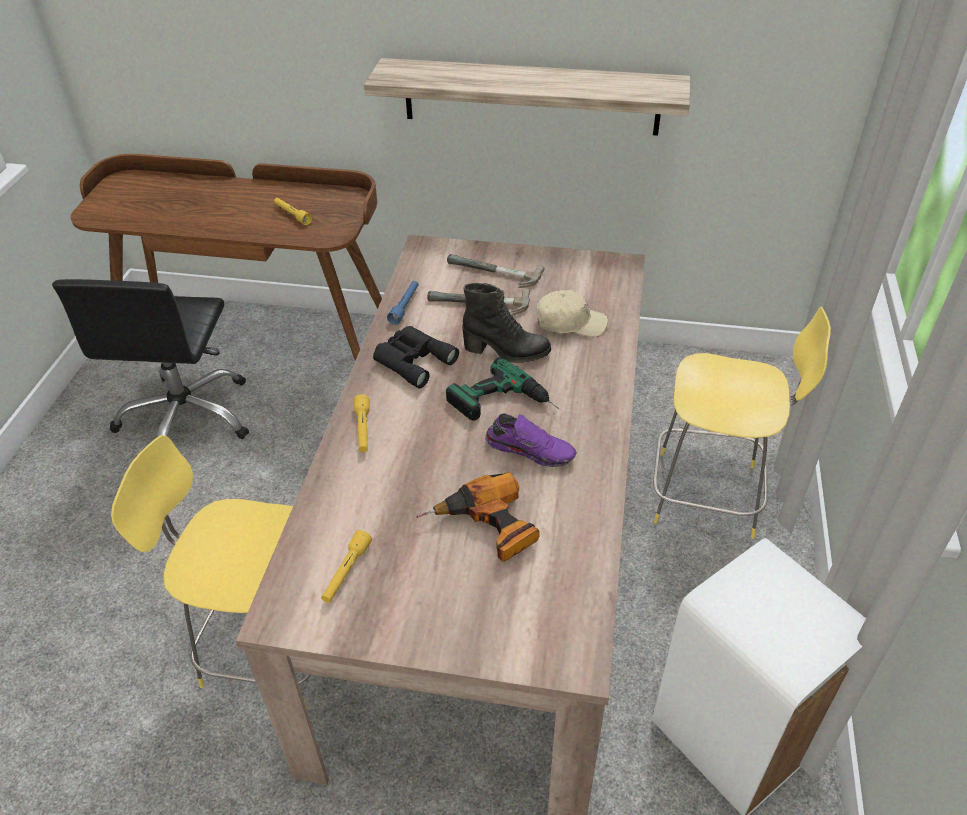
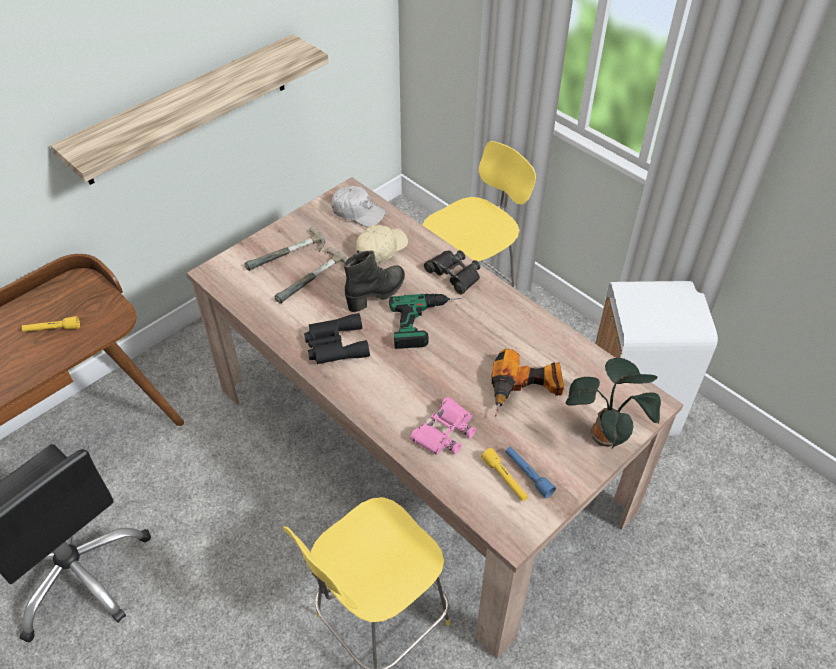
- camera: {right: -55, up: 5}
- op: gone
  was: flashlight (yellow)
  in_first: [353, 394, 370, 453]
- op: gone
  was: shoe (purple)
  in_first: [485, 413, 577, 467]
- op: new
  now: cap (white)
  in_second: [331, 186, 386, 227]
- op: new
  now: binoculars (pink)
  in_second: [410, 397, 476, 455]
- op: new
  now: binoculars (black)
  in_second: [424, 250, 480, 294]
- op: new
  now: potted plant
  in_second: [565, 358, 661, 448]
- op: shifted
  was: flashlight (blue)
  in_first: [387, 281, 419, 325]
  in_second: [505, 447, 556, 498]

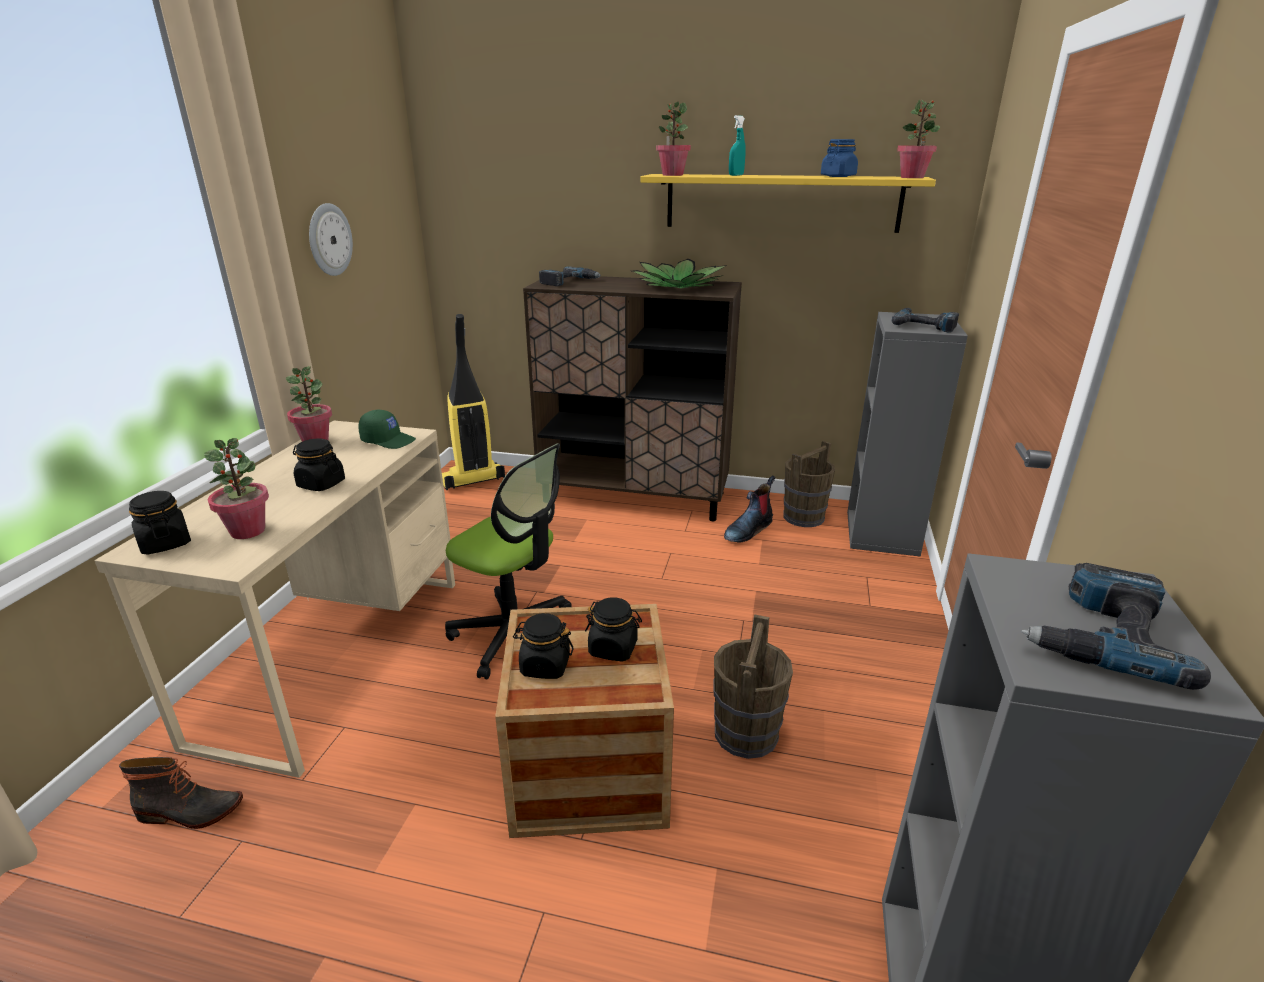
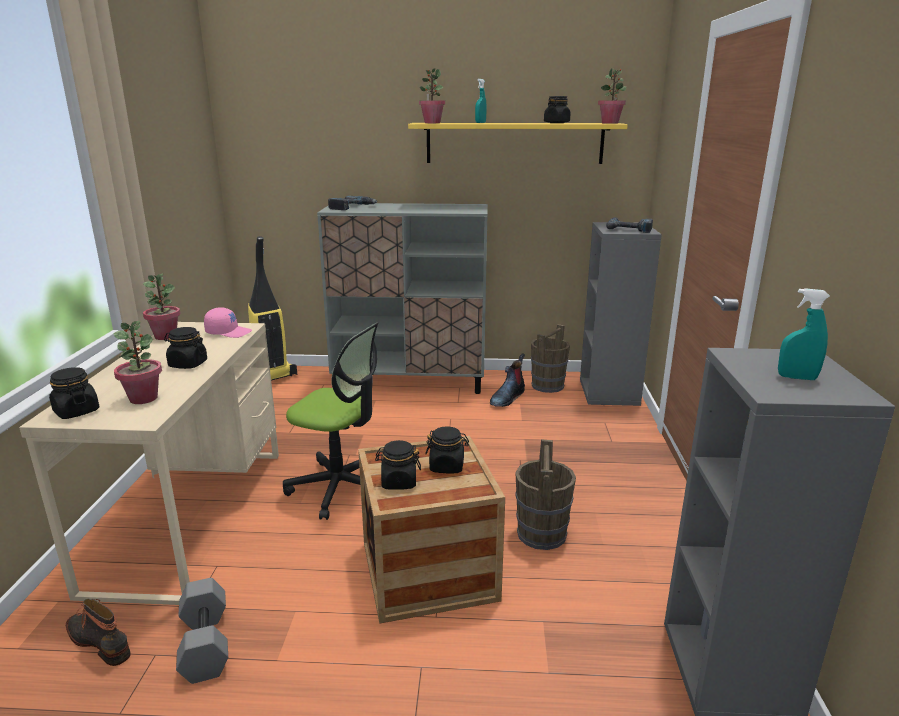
- camera: {right: -10, up: -5}
- op: gone
  was: wall clock
  in_first: [309, 203, 353, 276]
- op: gone
  was: potted plant
  in_first: [632, 259, 727, 288]
- op: new
  now: dumbbell (grey)
  in_second: [176, 578, 228, 684]
- op: swapped
  was: power drill
  now: spray bottle (turquoise)
  in_first: [1021, 563, 1211, 690]
  in_second: [778, 288, 830, 380]
- op: repainted
  was: cap (green)
  now: cap (pink)
  in_first: [358, 410, 416, 449]
  in_second: [204, 307, 252, 338]
- op: repainted
  was: cabinet (brown)
  now: cabinet (grey)
  in_first: [523, 276, 742, 521]
  in_second: [317, 203, 488, 394]
- op: repainted
  was: jar (blue)
  now: jar (black)
  in_first: [821, 139, 858, 177]
  in_second: [544, 96, 571, 123]
- op: rotated
  was: boot
  in_first: [119, 757, 243, 829]
  in_second: [66, 599, 131, 666]
  clockwise: -135

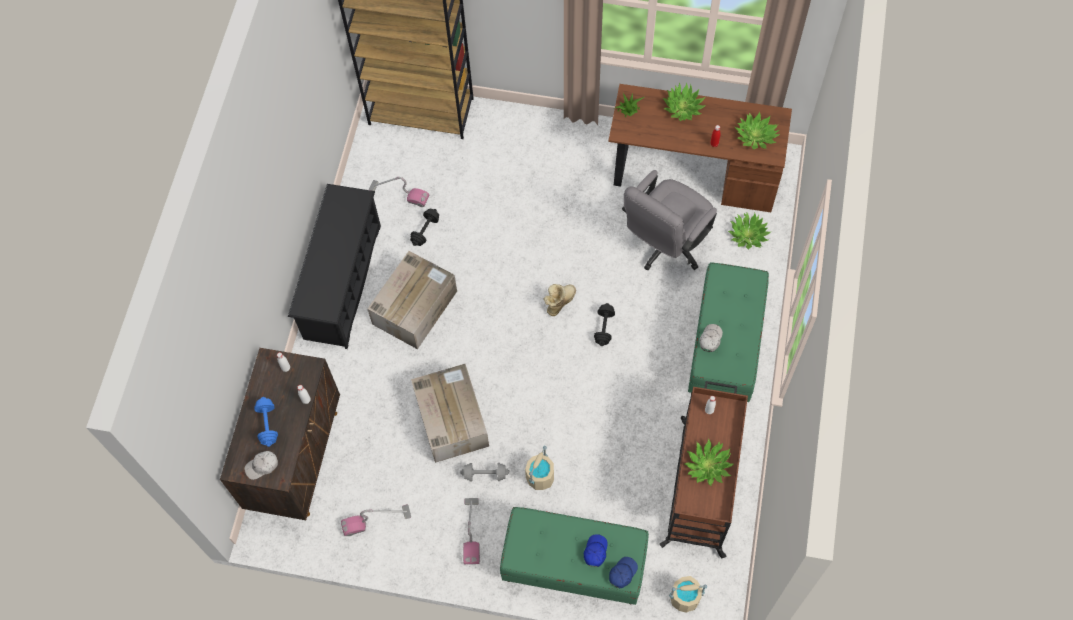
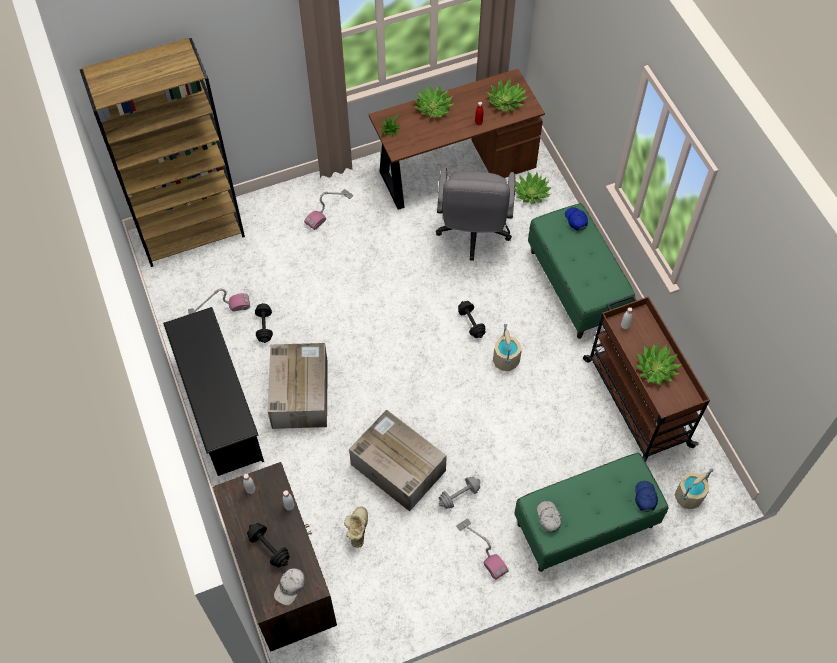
- camera: {right: -35, up: -5}
- op: shifted
  was: vacuum cleaner
  in_first: [341, 504, 411, 536]
  in_second: [304, 189, 353, 230]
- op: shifted
  was: bucket (beige)
  in_first: [525, 446, 554, 490]
  in_second: [493, 324, 522, 371]
- op: shifted
  was: boot
  in_first: [544, 284, 576, 316]
  in_second: [344, 506, 368, 548]
- op: shifted
  was: cap (blue)
  in_first: [584, 534, 608, 567]
  in_second: [565, 207, 588, 231]
- op: shifted
  was: cap (white)
  in_first: [699, 324, 723, 352]
  in_second: [537, 501, 562, 533]
- op: repainted
  was: dumbbell (blue)
  now: dumbbell (black)
  in_first: [254, 397, 278, 447]
  in_second: [247, 523, 290, 567]

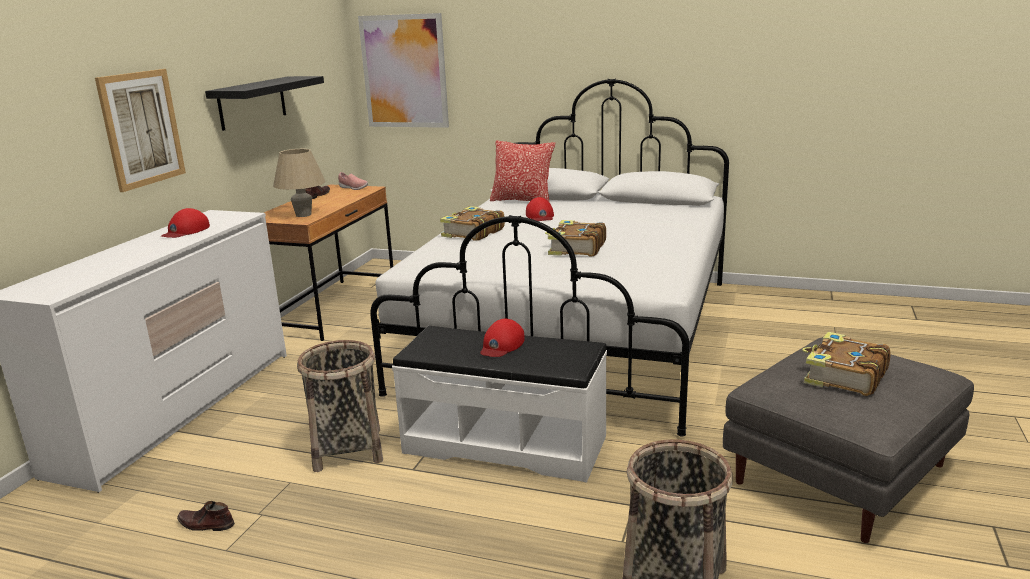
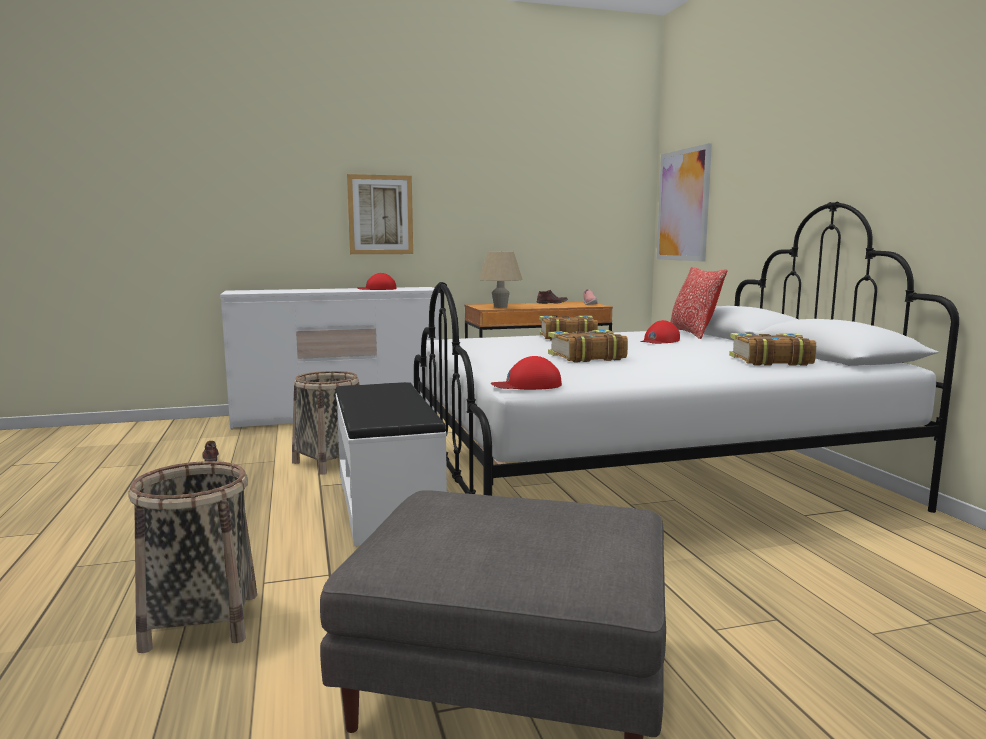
- camera: {right: 55, up: -10}
- op: gone
  was: shelf (black)
  in_first: [205, 76, 324, 131]
- op: shifted
  was: cap (red)
  in_first: [480, 319, 525, 357]
  in_second: [491, 356, 562, 390]
- op: shifted
  was: book
  in_first: [802, 332, 891, 396]
  in_second: [729, 333, 816, 366]

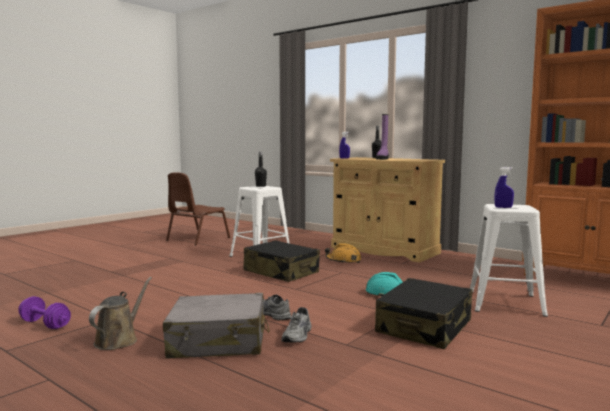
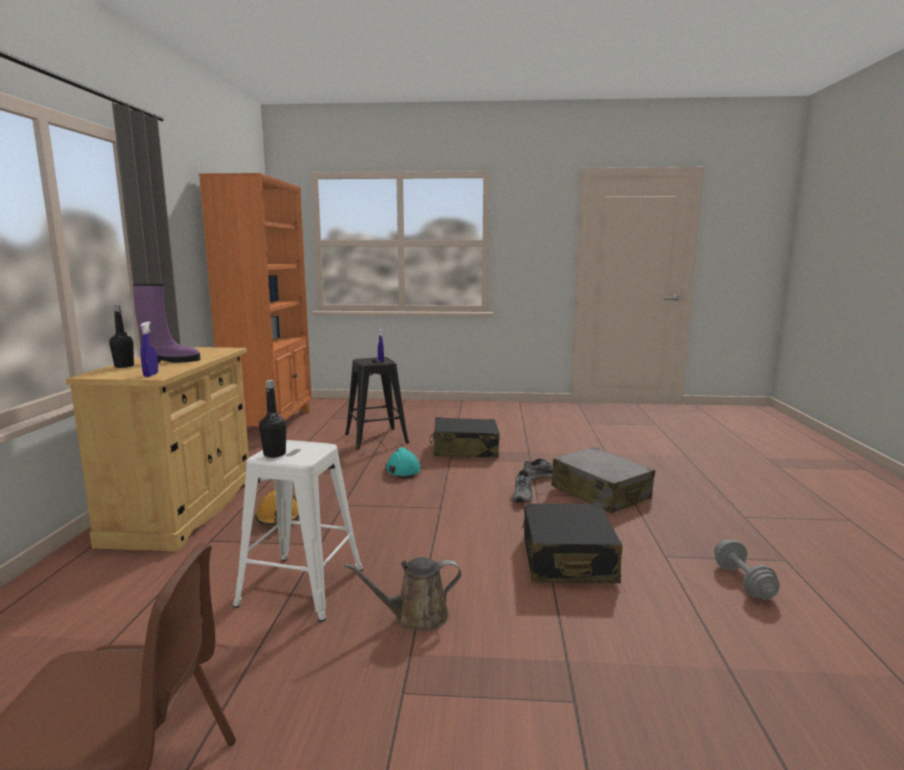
- camera: {right: -125, up: 5}
- op: shifted
  was: watering can (brown)
  in_first: [89, 277, 152, 350]
  in_second: [344, 557, 461, 631]
- op: shifted
  was: suitcase (black)
  in_first: [244, 240, 320, 282]
  in_second: [522, 503, 623, 583]
- op: repainted
  was: dumbbell (purple)
  now: dumbbell (grey)
  in_first: [18, 297, 71, 329]
  in_second: [714, 539, 780, 600]
- op: repainted
  was: stool (white)
  now: stool (black)
  in_first: [470, 204, 548, 317]
  in_second: [345, 357, 409, 450]

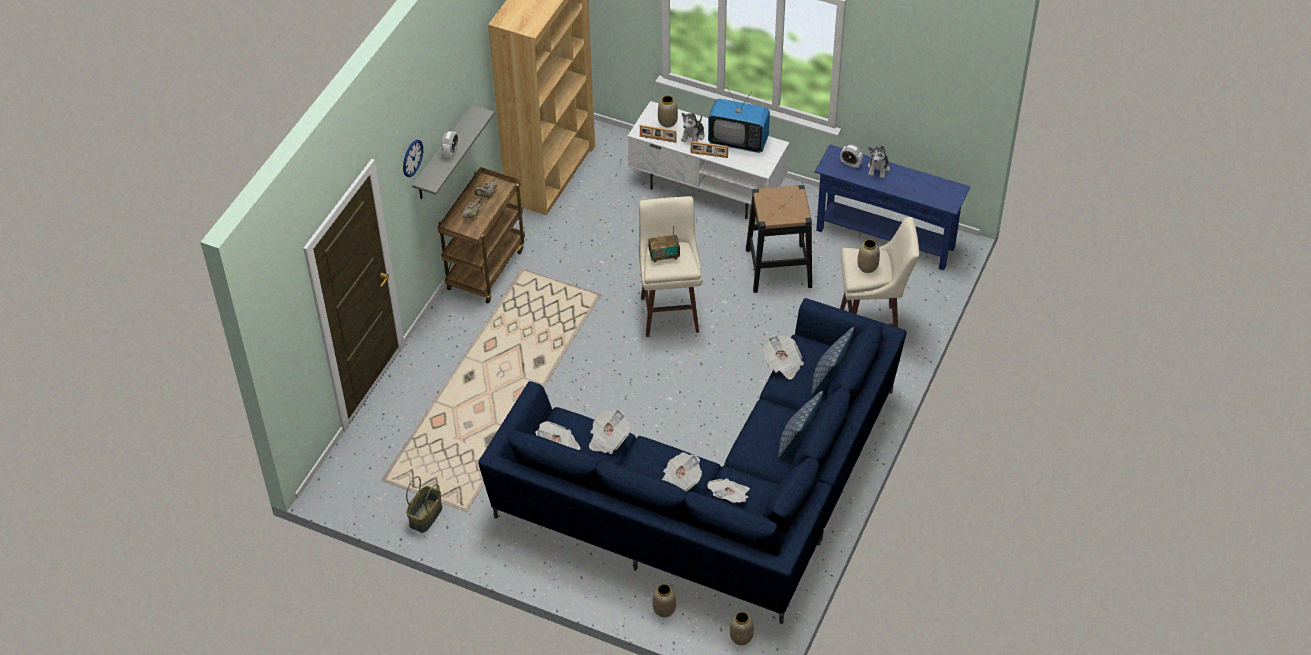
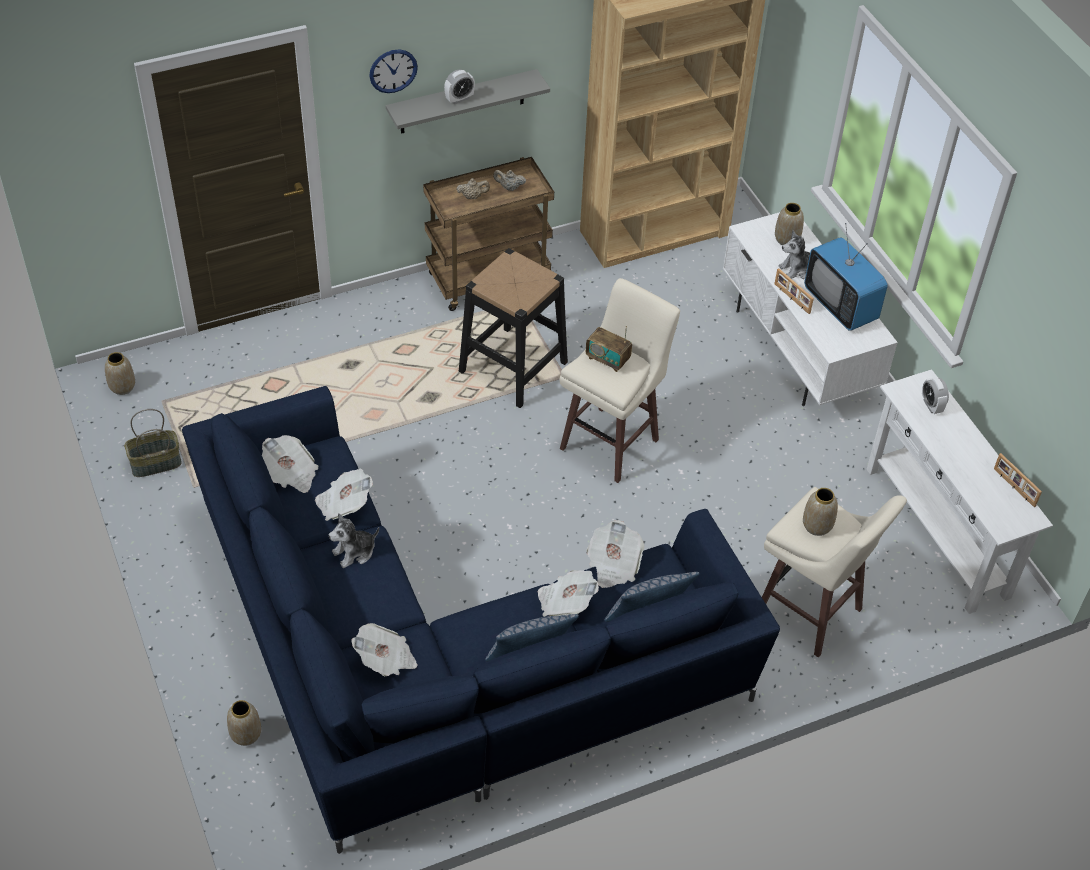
- camera: {right: 40, up: 0}
- op: shifted
  was: picture frame
  in_first: [640, 125, 677, 143]
  in_second: [994, 453, 1042, 507]
- op: shifted
  was: newspaper
  in_first: [662, 452, 702, 492]
  in_second: [538, 570, 599, 617]
- op: shifted
  was: vase
  in_first: [730, 612, 754, 645]
  in_second: [105, 352, 135, 395]
- op: shifted
  was: stool (black)
  in_first: [746, 185, 812, 293]
  in_second: [459, 248, 568, 408]
- op: shifted
  was: plush toy
  in_first: [867, 145, 890, 178]
  in_second: [329, 513, 379, 568]
- op: repainted
  was: console table (blue)
  now: console table (white)
  in_first: [815, 144, 970, 270]
  in_second: [866, 369, 1053, 614]

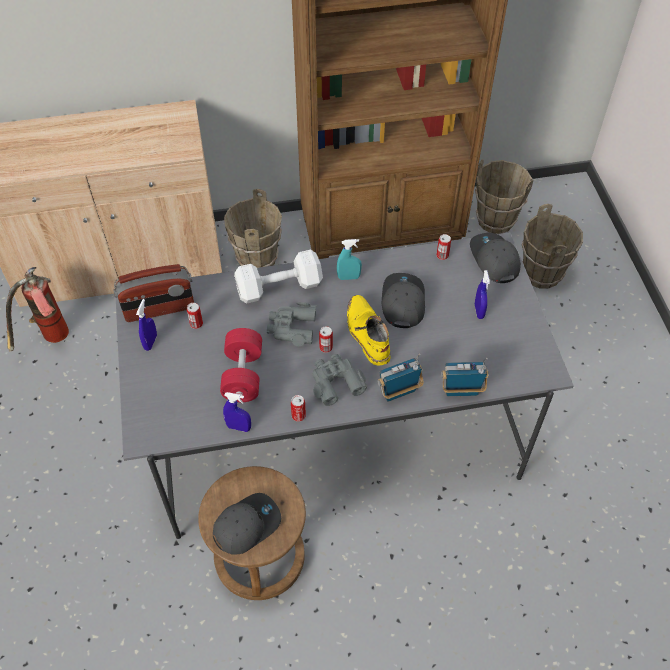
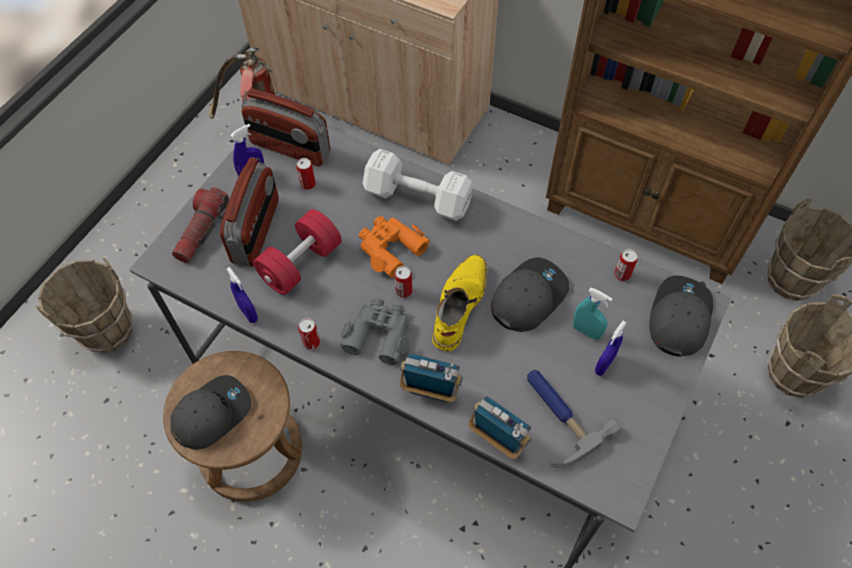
- camera: {right: 40, up: 5}
- op: new
  now: flashlight
  in_second: [172, 187, 229, 263]
- op: new
  now: radio
  in_second: [220, 157, 279, 267]
- op: new
  now: hammer
  in_second: [527, 370, 621, 467]
- op: shifted
  was: bucket (brown)
  in_first: [224, 189, 282, 268]
  in_second: [36, 257, 132, 353]
- op: shifted
  was: spray bottle (turquoise)
  in_first: [337, 239, 362, 280]
  in_second: [573, 288, 613, 340]
- op: repainted
  was: binoculars (grey)
  now: binoculars (orange)
  in_first: [267, 302, 316, 346]
  in_second: [359, 216, 430, 278]
- op: rotated
  was: cap (grey)
  in_first: [213, 493, 281, 555]
  in_second: [171, 375, 251, 450]
  clockwise: -45

